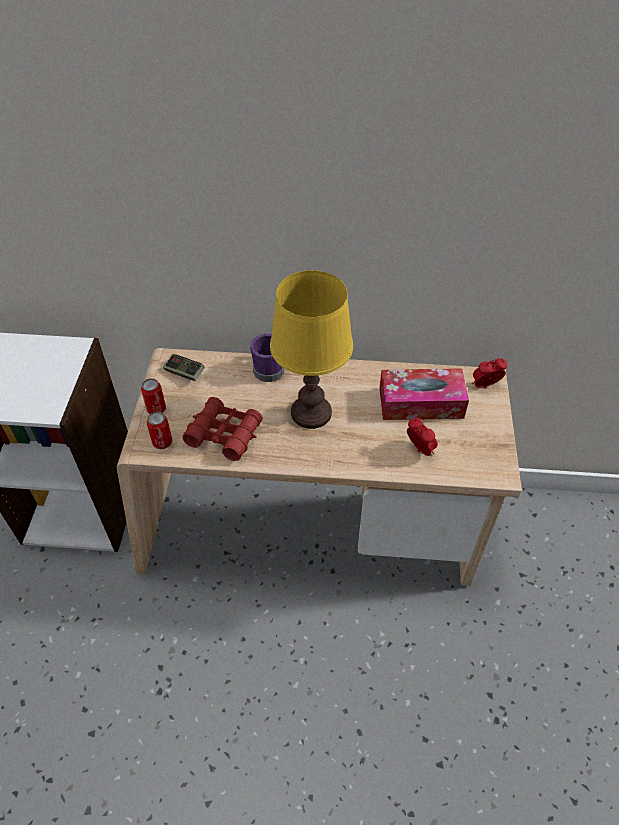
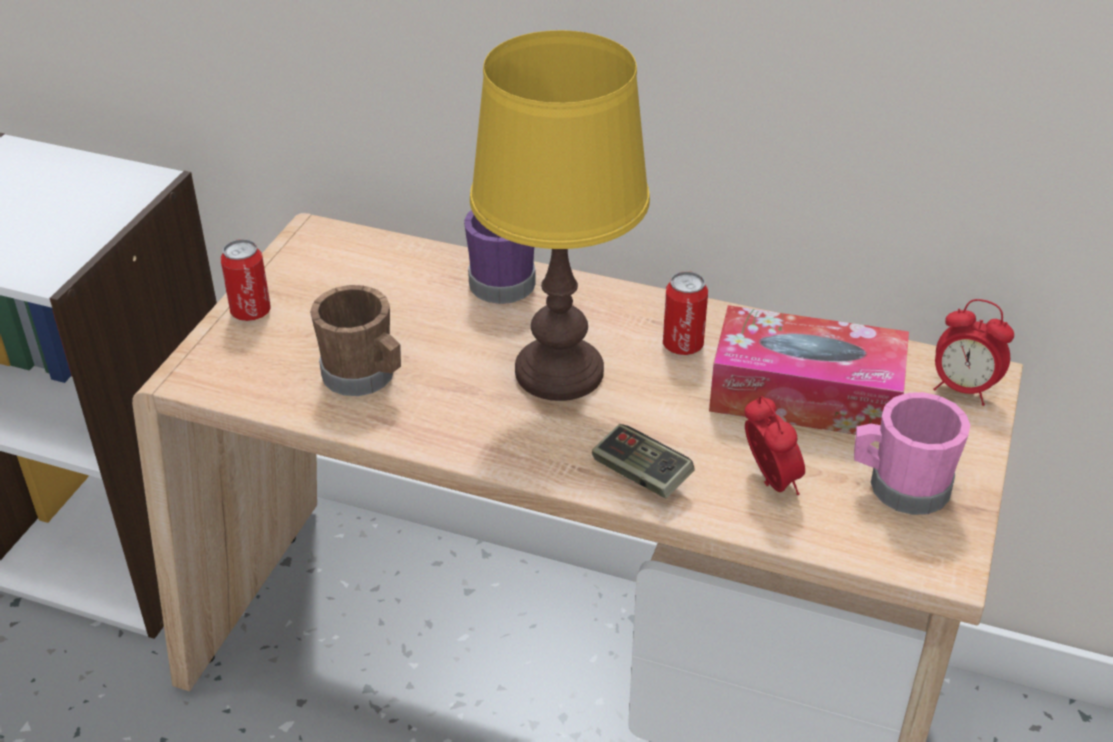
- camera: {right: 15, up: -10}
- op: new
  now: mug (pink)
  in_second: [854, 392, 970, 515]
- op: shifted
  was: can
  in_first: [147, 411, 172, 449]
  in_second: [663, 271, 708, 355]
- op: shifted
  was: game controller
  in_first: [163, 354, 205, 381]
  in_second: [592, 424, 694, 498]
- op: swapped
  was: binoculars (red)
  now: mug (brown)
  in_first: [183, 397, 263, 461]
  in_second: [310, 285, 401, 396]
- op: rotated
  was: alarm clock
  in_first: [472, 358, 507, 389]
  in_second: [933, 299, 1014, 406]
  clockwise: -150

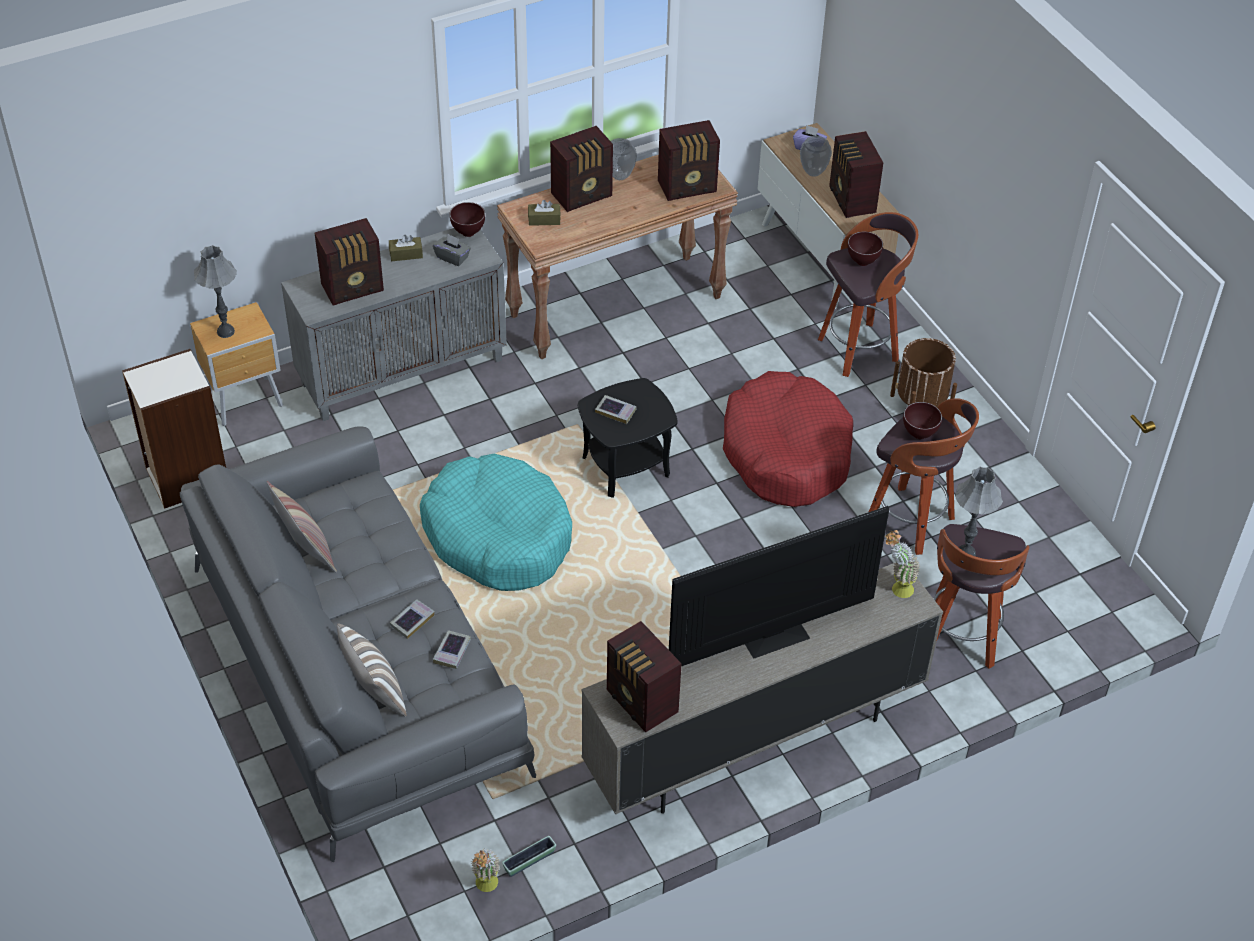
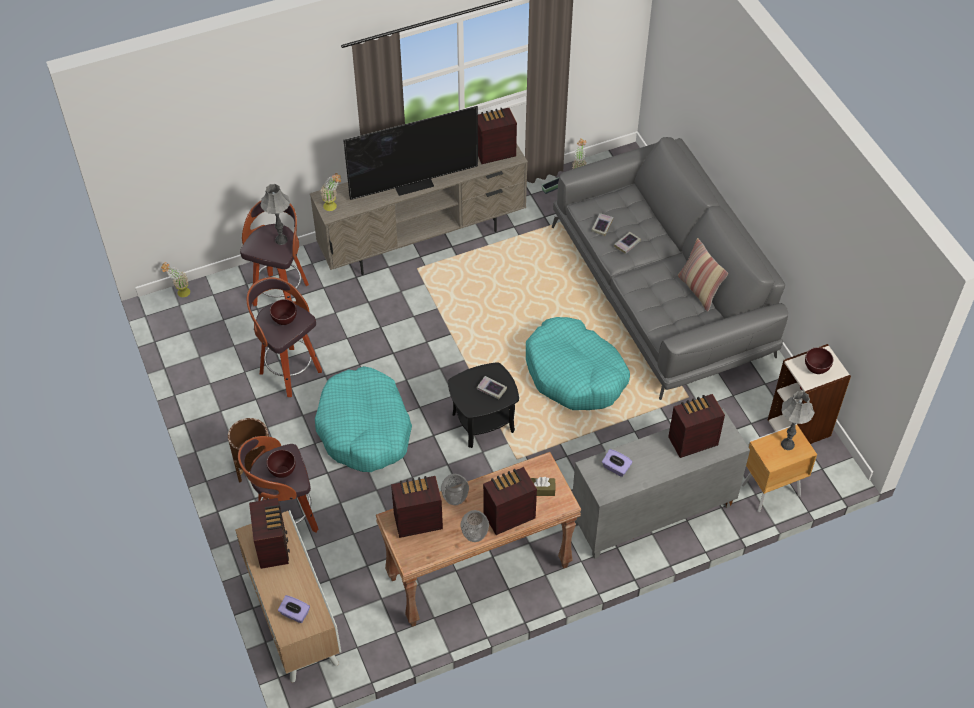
- camera: {right: -175, up: 5}
- op: gone
  was: pillow
  in_first: [337, 624, 407, 717]
- op: gone
  was: tissue box (brown)
  in_first: [389, 235, 423, 261]
- op: new
  now: potted plant
  in_second: [161, 262, 190, 297]
- op: shifted
  was: bowl (brown)
  in_first: [450, 202, 485, 237]
  in_second: [805, 347, 833, 374]
- op: shifted
  was: vase
  in_first: [800, 136, 832, 177]
  in_second: [441, 474, 469, 505]
- op: repainted
  was: tissue box (grey)
  now: tissue box (purple)
  in_first: [433, 234, 471, 266]
  in_second: [602, 449, 633, 477]
- op: repainted
  was: dog bed (red)
  now: dog bed (turquoise)
  in_first: [723, 371, 853, 507]
  in_second: [315, 366, 412, 472]
- op: rotated
  was: radio
  in_first: [607, 621, 682, 733]
  in_second: [478, 108, 517, 164]
  clockwise: -75

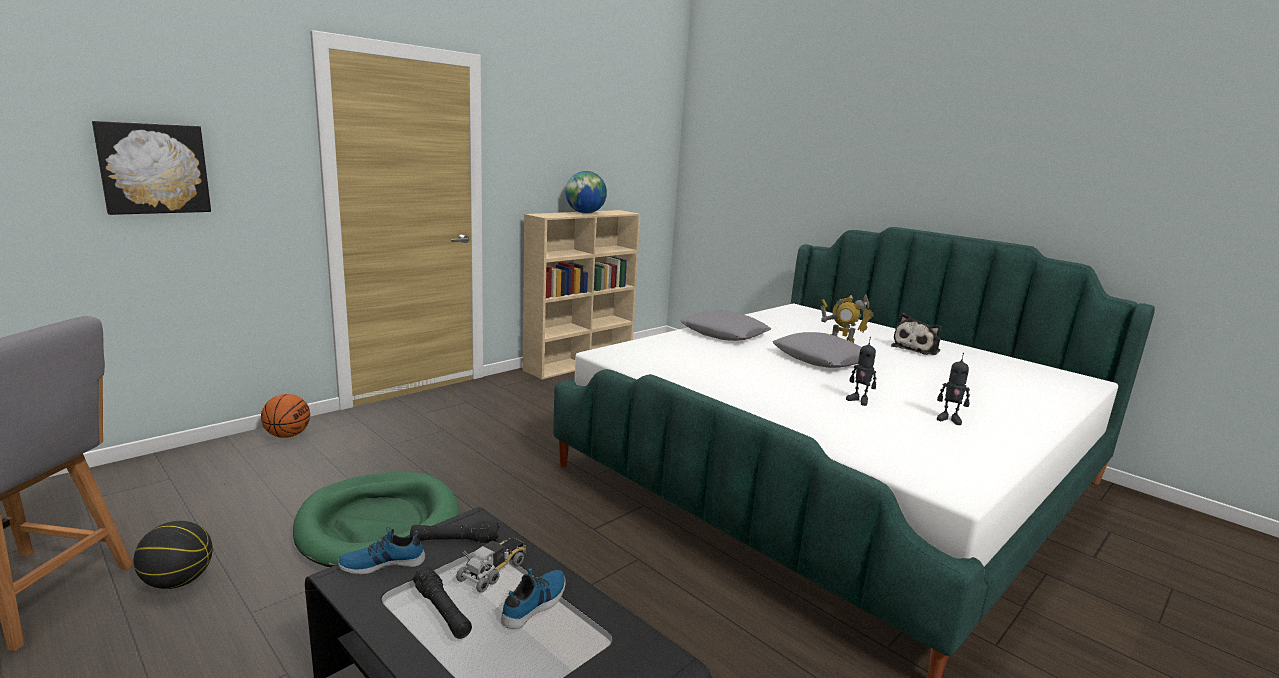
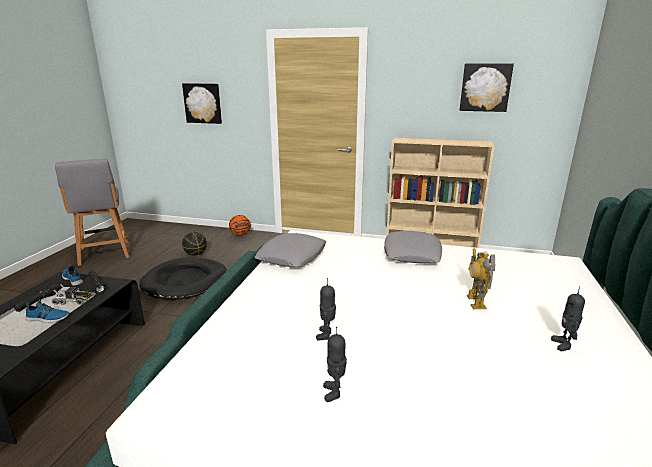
- camera: {right: 60, up: 5}
- op: gone
  was: globe
  in_first: [565, 171, 607, 214]
- op: new
  now: picture
  in_second: [460, 63, 514, 112]
- op: shifted
  was: basketball
  in_first: [134, 521, 213, 589]
  in_second: [182, 232, 207, 256]
- op: shifted
  was: pillow (grey)
  in_first: [772, 332, 862, 368]
  in_second: [254, 233, 326, 267]
- op: swapped
  was: plush toy
  now: toy robot
  in_first: [891, 313, 942, 355]
  in_second: [551, 286, 585, 351]
- op: repainted
  was: dog bed (green)
  now: dog bed (black)
  in_first: [293, 472, 460, 567]
  in_second: [139, 257, 226, 300]

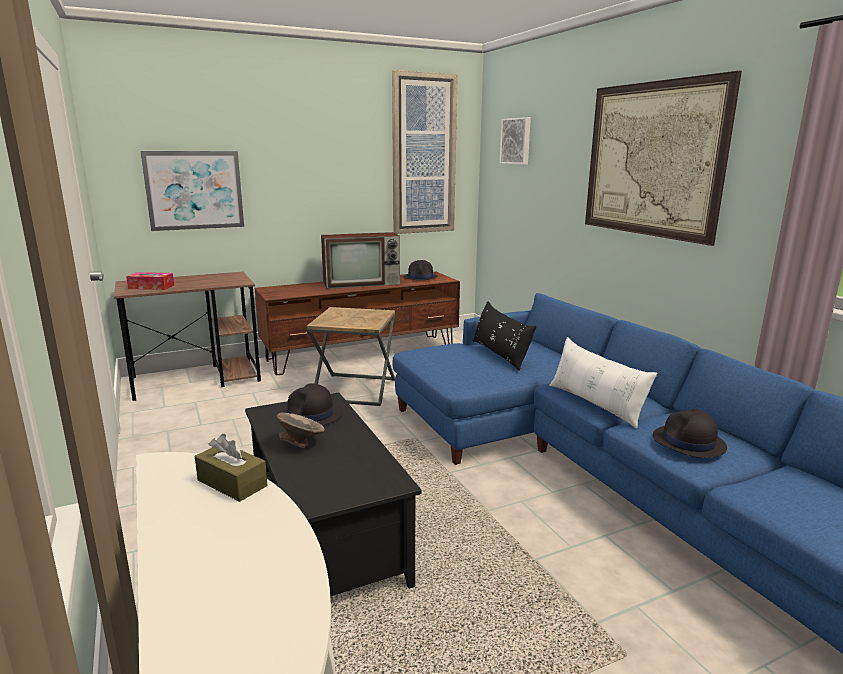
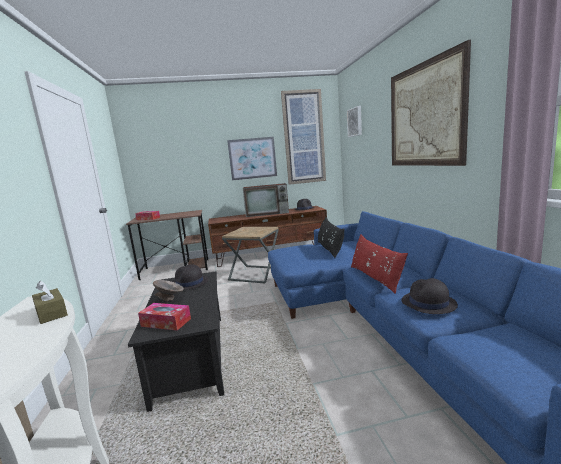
- camera: {right: 15, up: -5}
- op: new
  now: tissue box
  in_second: [138, 303, 191, 331]
- op: shifted
  was: picture
  in_first: [141, 151, 244, 231]
  in_second: [227, 137, 277, 181]
- op: repainted
  was: pillow (white)
  now: pillow (red)
  in_first: [549, 337, 657, 429]
  in_second: [351, 234, 408, 294]

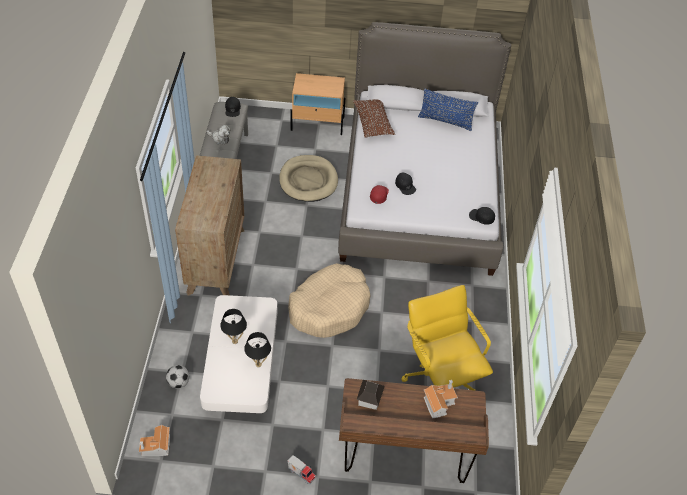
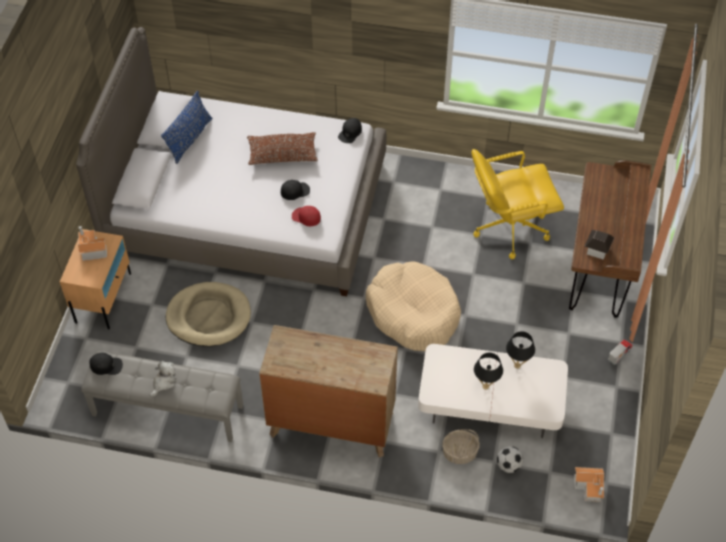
- camera: {right: -80, up: 5}
- op: new
  now: basket
  in_second: [442, 429, 480, 464]
- op: shifted
  was: pillow (brown)
  in_first: [353, 99, 395, 138]
  in_second: [247, 132, 317, 165]
- op: shifted
  was: toy house
  in_first: [424, 380, 458, 419]
  in_second: [78, 226, 107, 261]

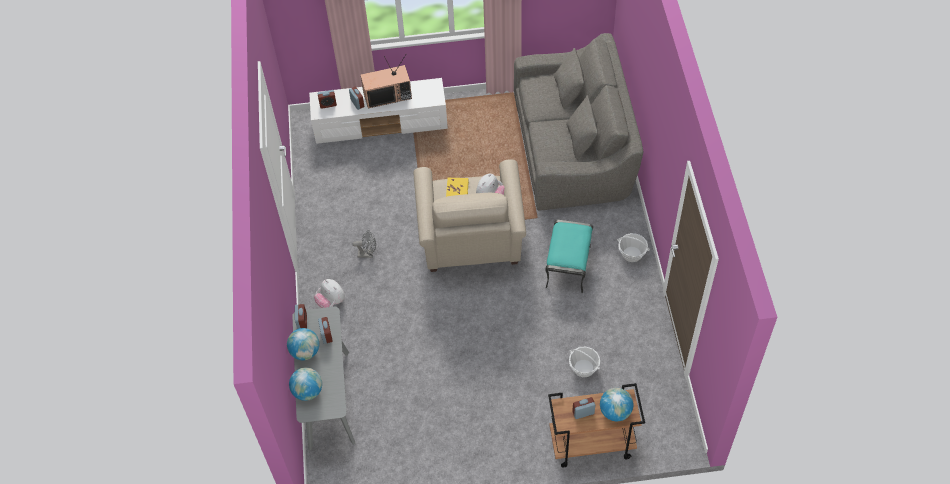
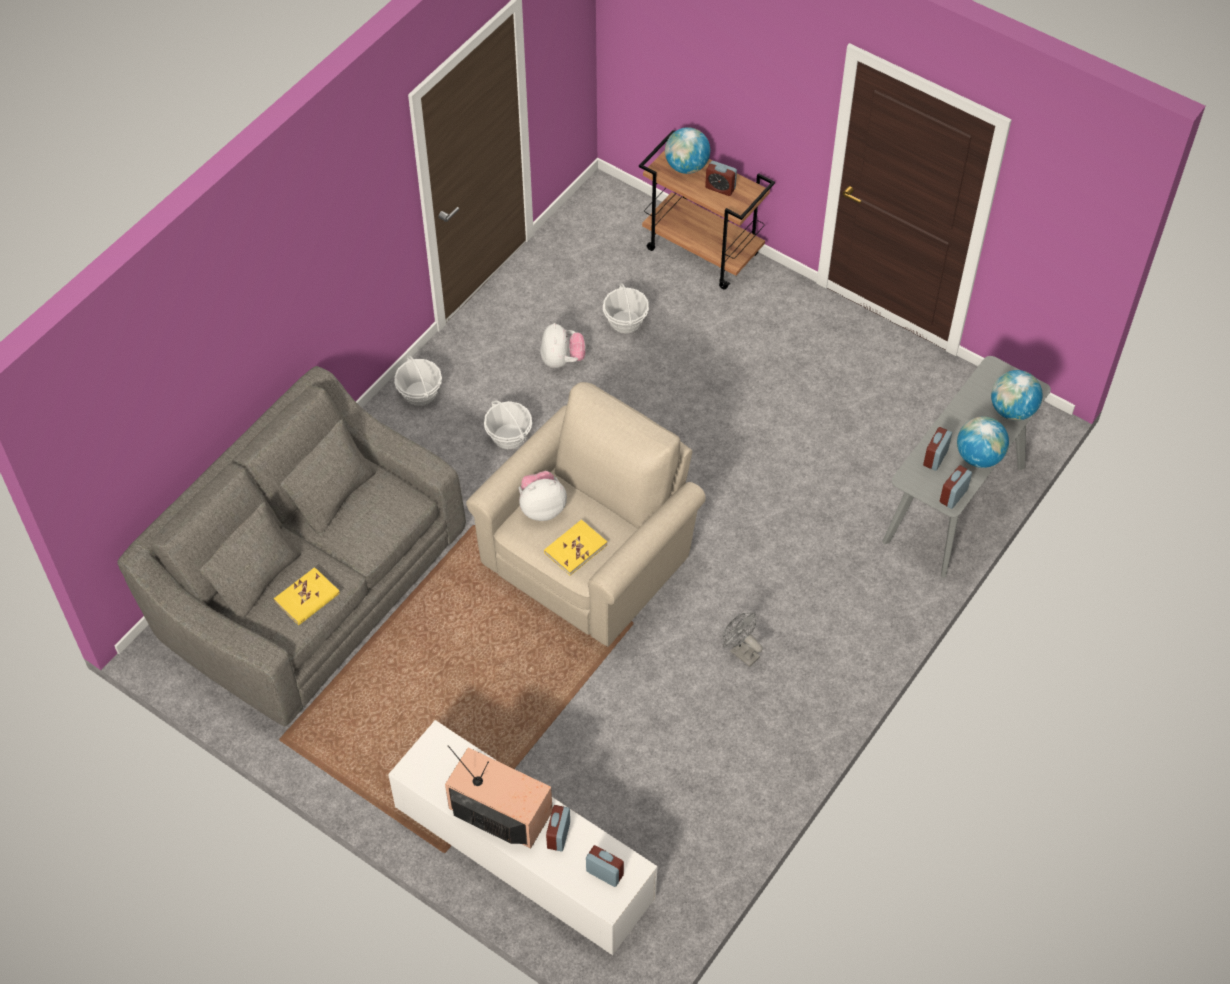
- camera: {right: -140, up: 0}
- op: new
  now: book (yellow)
  in_second: [274, 567, 340, 625]
- op: shifted
  was: plush toy
  in_first: [314, 279, 345, 308]
  in_second: [540, 323, 585, 368]
- op: swapped
  was: ottoman (turquoise)
  now: basket
  in_first: [545, 220, 593, 293]
  in_second: [484, 400, 532, 449]

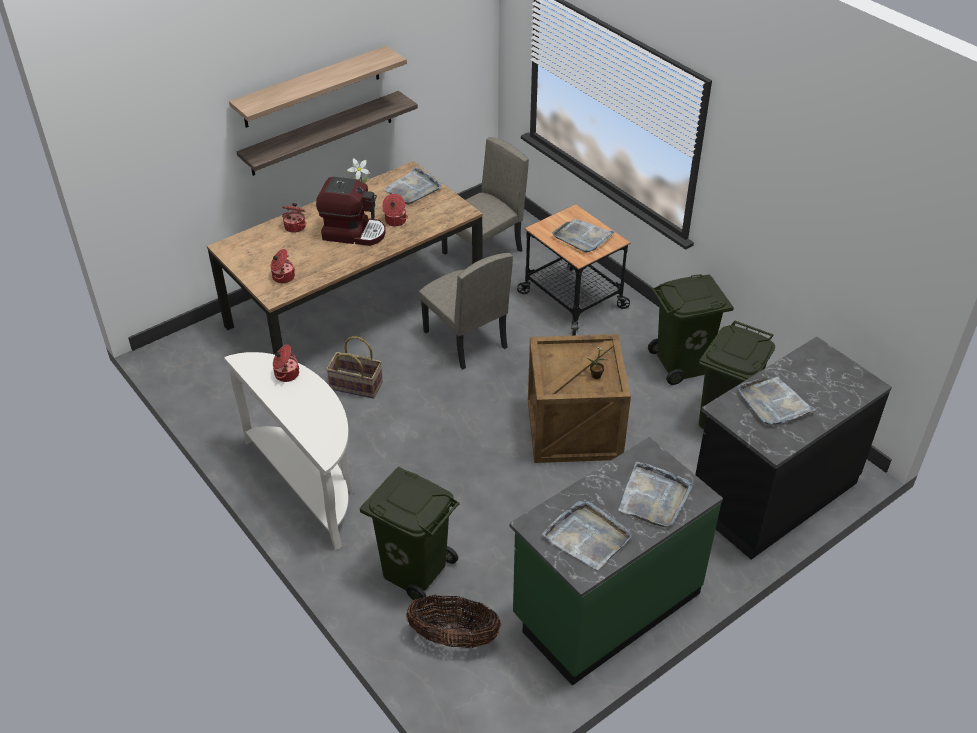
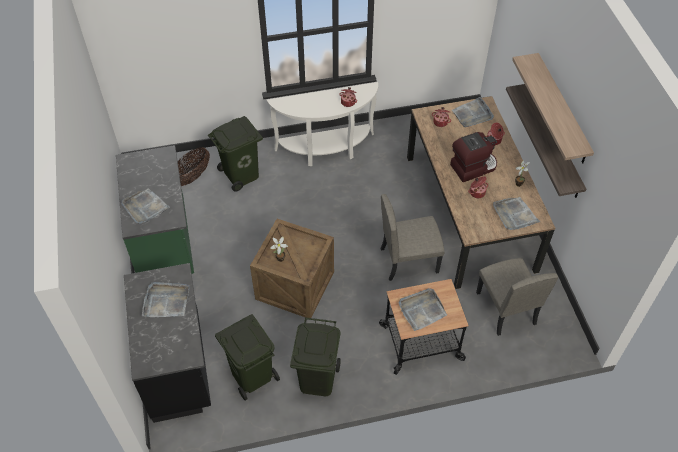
- camera: {right: 115, up: 10}
- op: gone
  was: basket
  in_first: [326, 336, 383, 399]
- op: shifted
  was: tray (grey)
  in_first: [542, 500, 632, 570]
  in_second: [452, 97, 494, 127]
- op: rotated
  was: coffee machine
  in_first: [316, 177, 386, 246]
  in_second: [450, 132, 497, 182]
  clockwise: -150

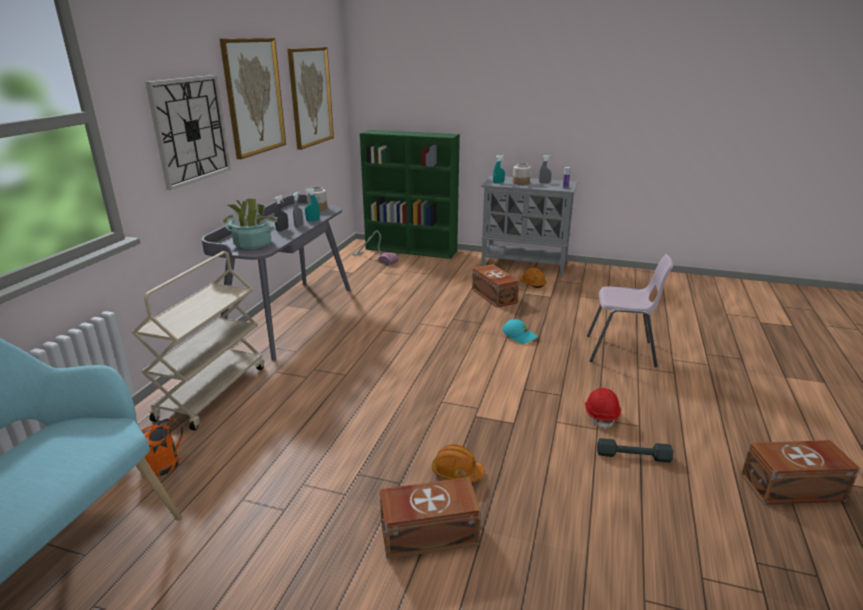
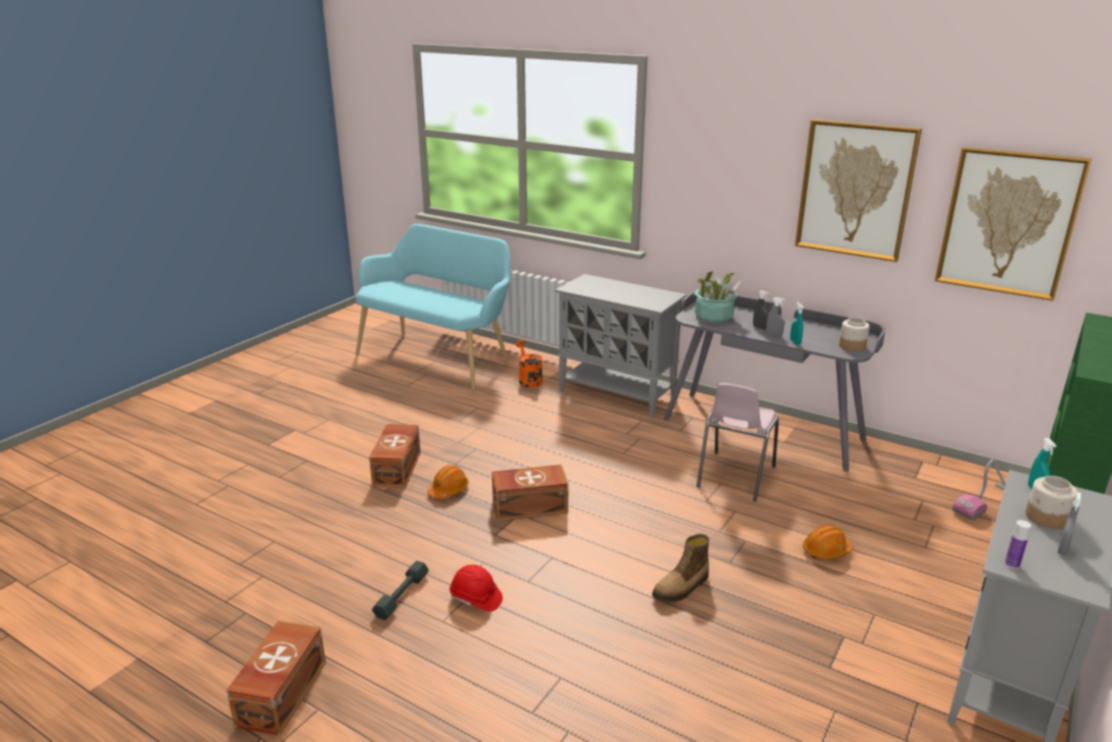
- camera: {right: 105, up: 0}
- op: gone
  was: wall clock
  in_first: [145, 75, 231, 190]
- op: shifted
  was: storage box (brown)
  in_first: [472, 264, 519, 308]
  in_second: [492, 464, 568, 521]
- op: shifted
  was: hard hat (orange)
  in_first: [519, 268, 547, 288]
  in_second: [803, 525, 853, 559]
- op: shifted
  was: chair (pink)
  in_first: [587, 254, 673, 368]
  in_second: [697, 383, 779, 501]
- op: swapped
  was: cart (beige)
  now: cabinet (grey)
  in_first: [131, 251, 264, 431]
  in_second: [555, 274, 687, 418]
- op: swapped
  was: cap (turquoise)
  now: boot
  in_first: [503, 319, 537, 344]
  in_second: [652, 534, 709, 602]

